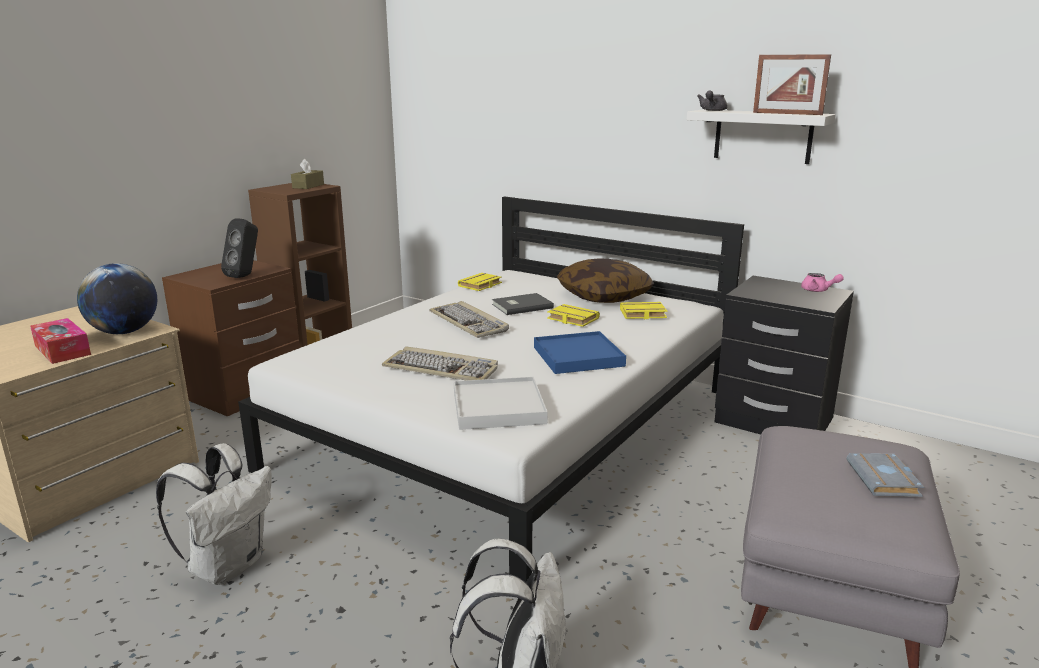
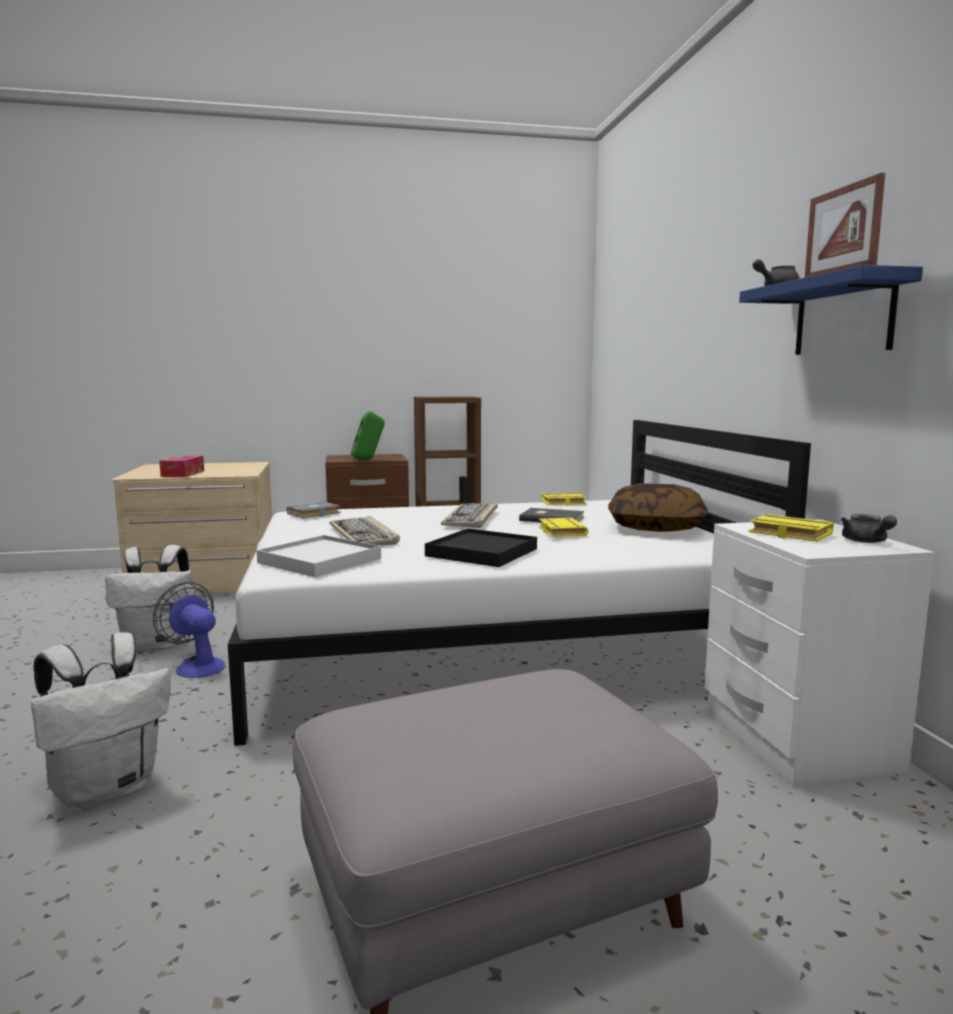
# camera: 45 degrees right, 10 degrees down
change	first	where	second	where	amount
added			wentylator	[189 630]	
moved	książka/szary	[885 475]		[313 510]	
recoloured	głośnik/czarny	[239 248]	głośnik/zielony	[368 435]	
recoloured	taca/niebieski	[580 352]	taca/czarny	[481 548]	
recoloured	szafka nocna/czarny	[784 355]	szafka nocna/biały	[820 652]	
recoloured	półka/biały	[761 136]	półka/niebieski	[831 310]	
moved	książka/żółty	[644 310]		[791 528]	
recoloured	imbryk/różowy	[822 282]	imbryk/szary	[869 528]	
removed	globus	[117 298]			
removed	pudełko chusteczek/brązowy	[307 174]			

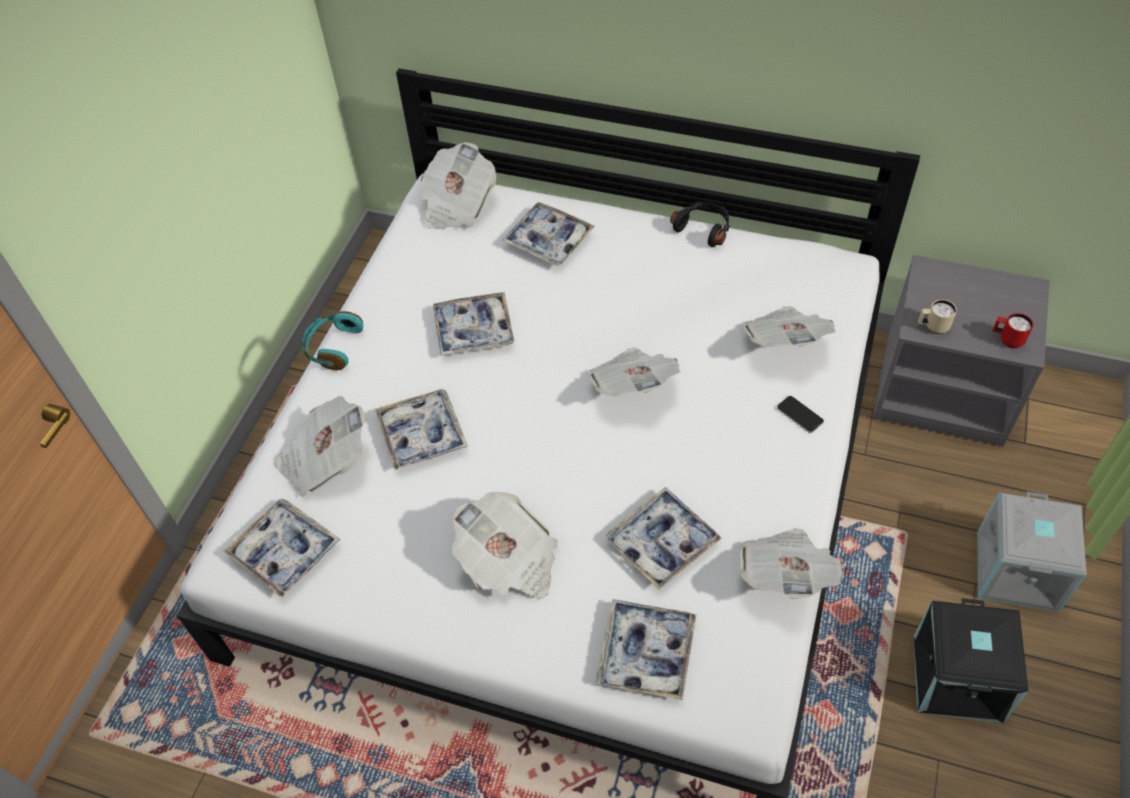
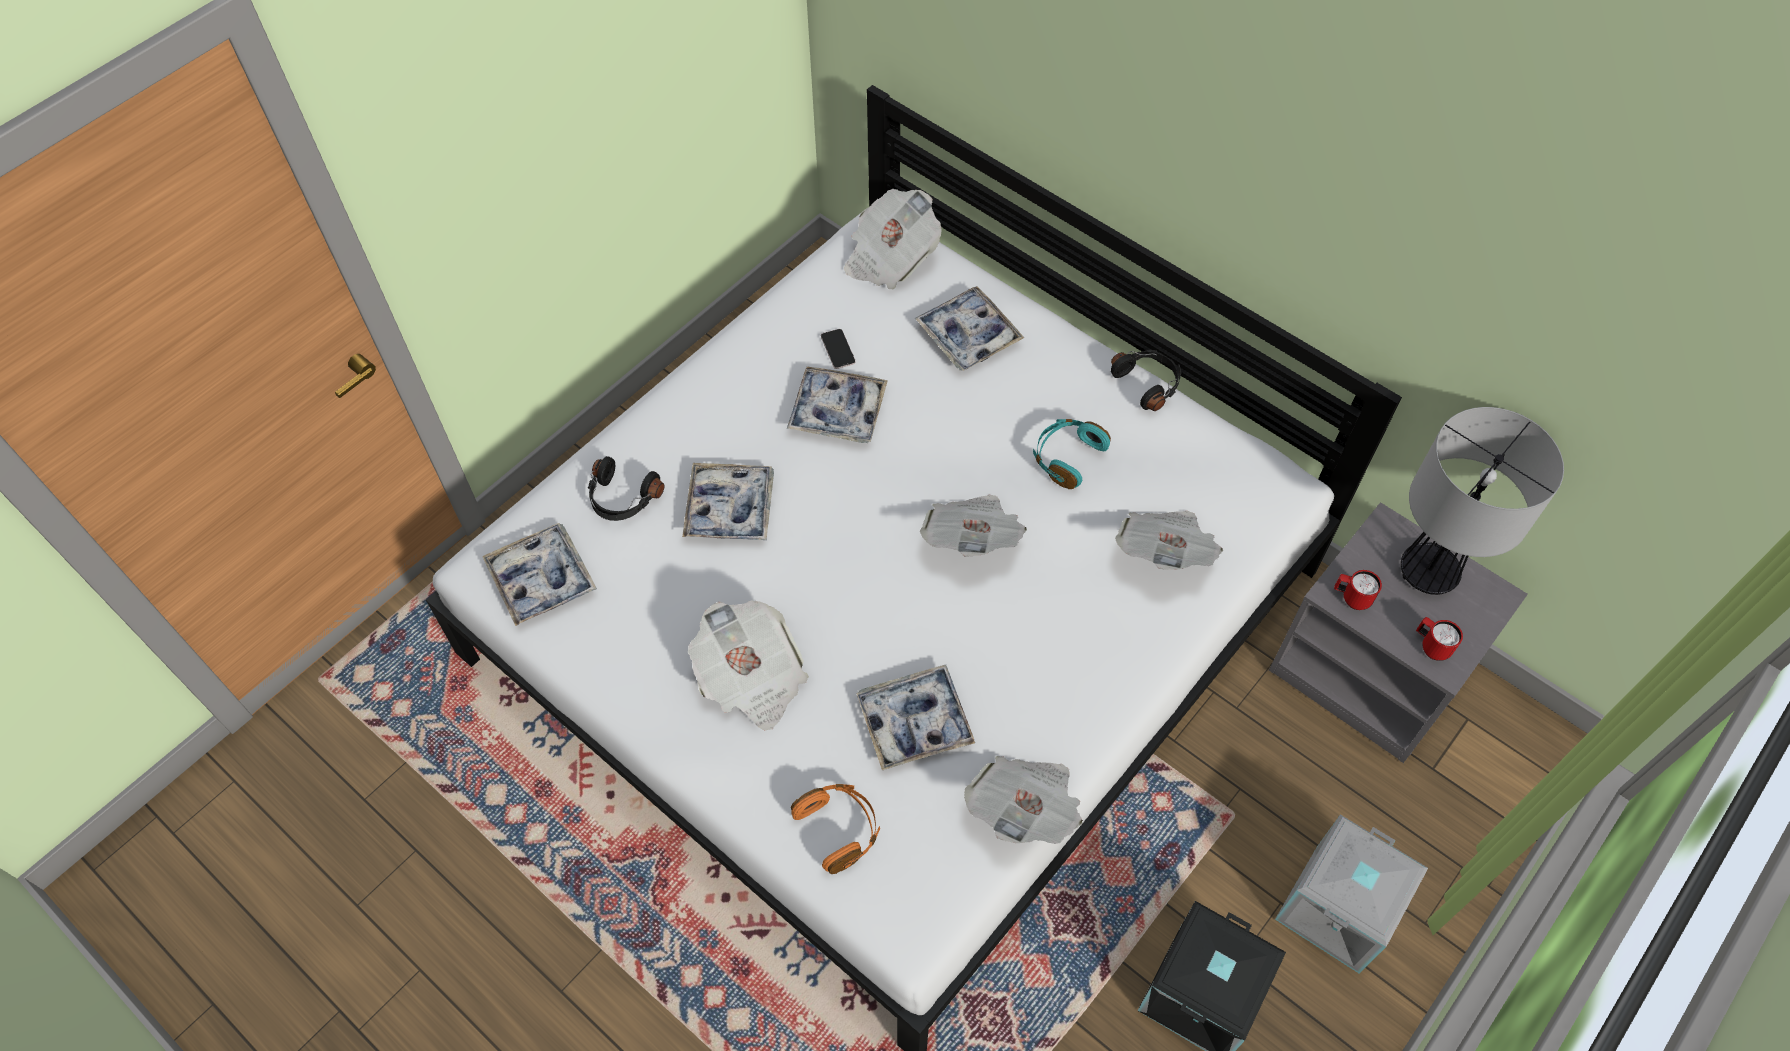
# camera: 20 degrees right, 5 degrees up
change	first	where	second	where	amount
replaced	gazeta	[321 446]	słuchawki/czarny	[626 488]	
replaced	taca	[646 649]	słuchawki/pomarańczowy	[835 829]	
moved	telefon	[800 414]		[838 349]	
moved	słuchawki/turkusowy	[332 340]		[1072 454]	
recoloured	kubek/beżowy	[937 316]	kubek/czerwony	[1358 590]	
added			lampa stołowa	[1482 501]	

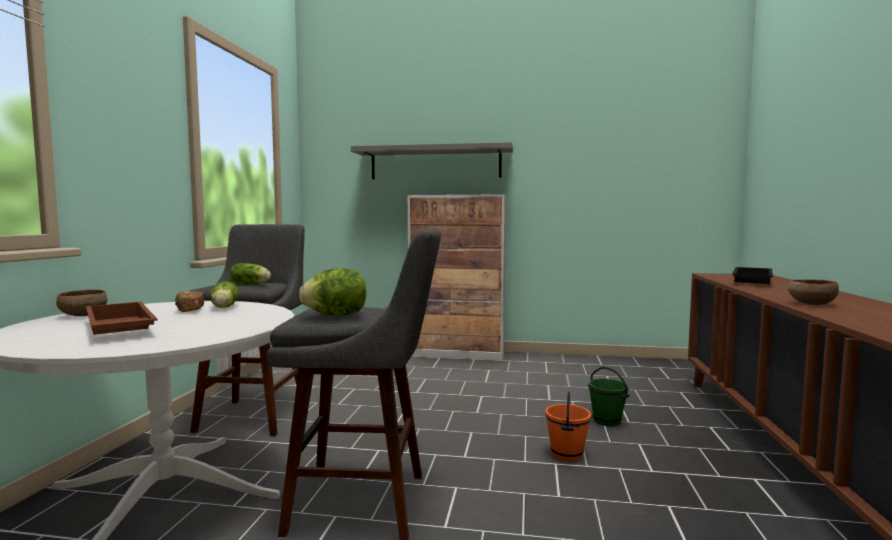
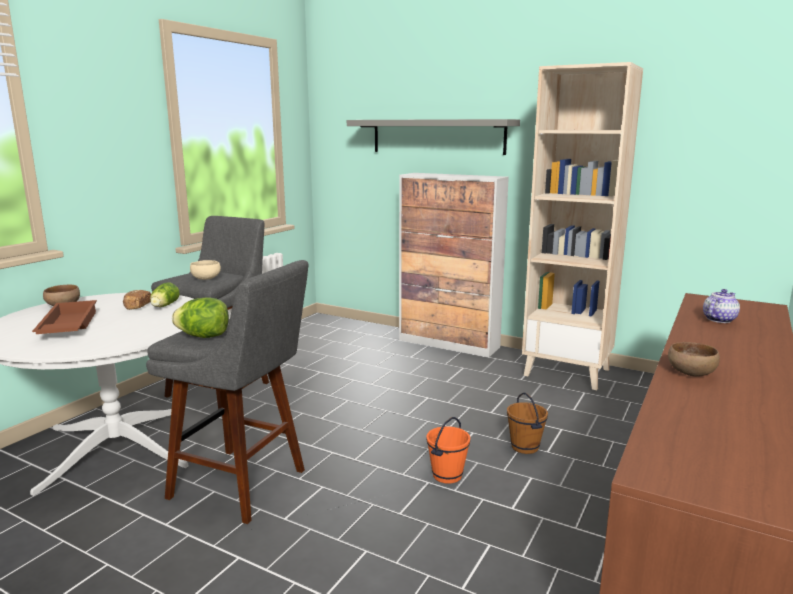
# camera: 20 degrees right, 10 degrees up
change	first	where	second	where	amount
replaced	sałata	[250 274]	miska/beżowy	[205 270]	
recoloured	wiadro/zielony	[609 396]	wiadro/brązowy	[527 423]	
added			regał/beżowy	[582 226]	
replaced	taca/czarny	[752 275]	imbryk	[721 306]	

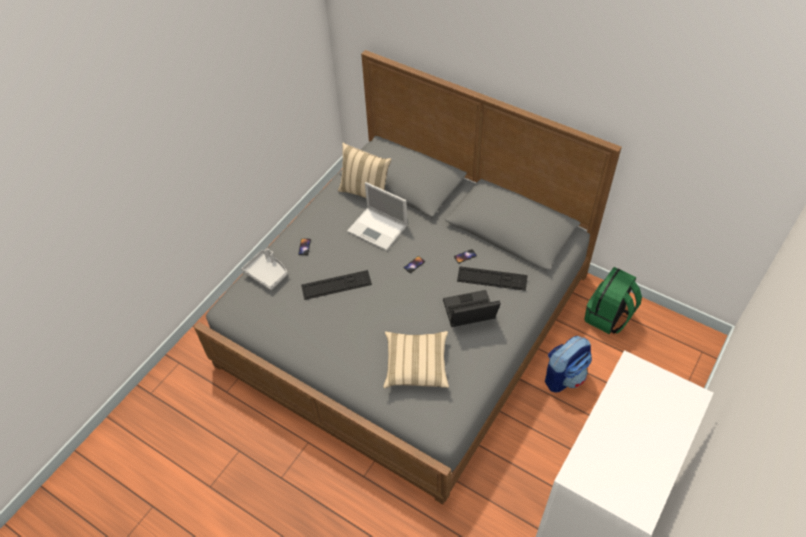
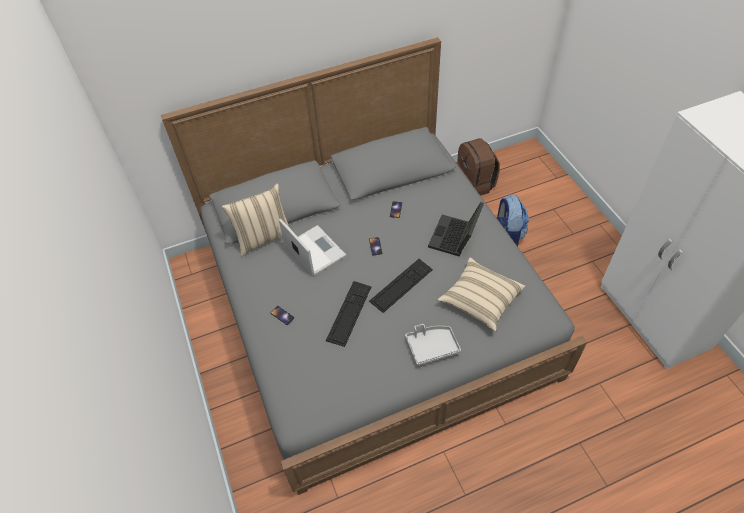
# camera: 55 degrees left, 0 degrees up
change	first	where	second	where	amount
turned	laptop	[377 216]		[312 247]	105 degrees counterclockwise
moved	klawiatura	[492 278]		[401 286]	
moved	taca/szary	[264 269]		[433 345]	
recoloured	plecak/zielony	[613 300]	plecak/brązowy	[477 167]	

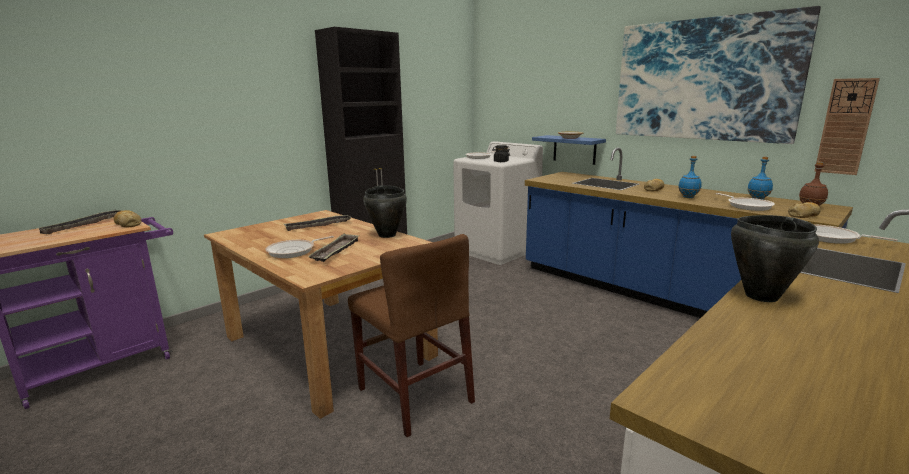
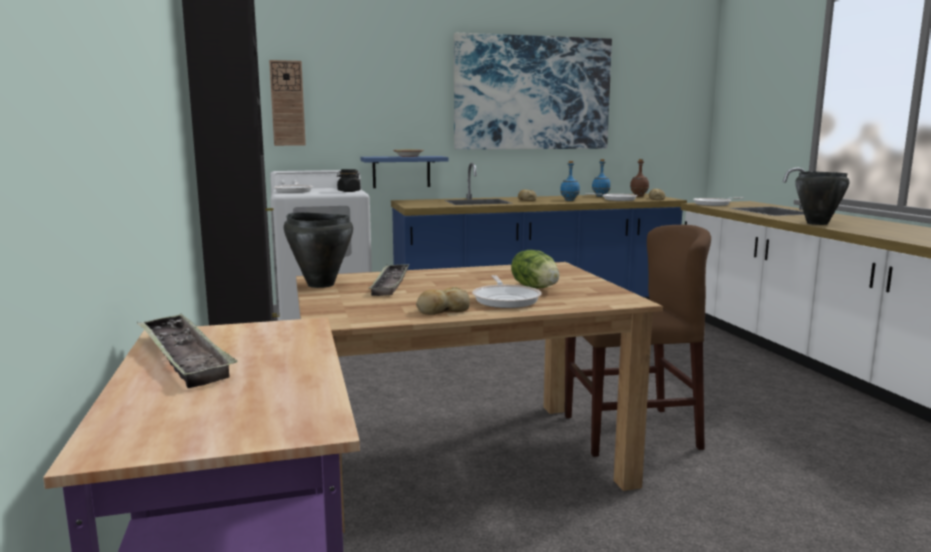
# camera: 60 degrees left, 5 degrees down
change	first	where	second	where	amount
moved	zegar ścienny	[847 126]		[287 103]	
moved	garnek/czarny	[385 211]		[318 250]	
moved	chleb	[128 218]		[443 301]	
replaced	taca	[333 247]	sałata	[535 269]	

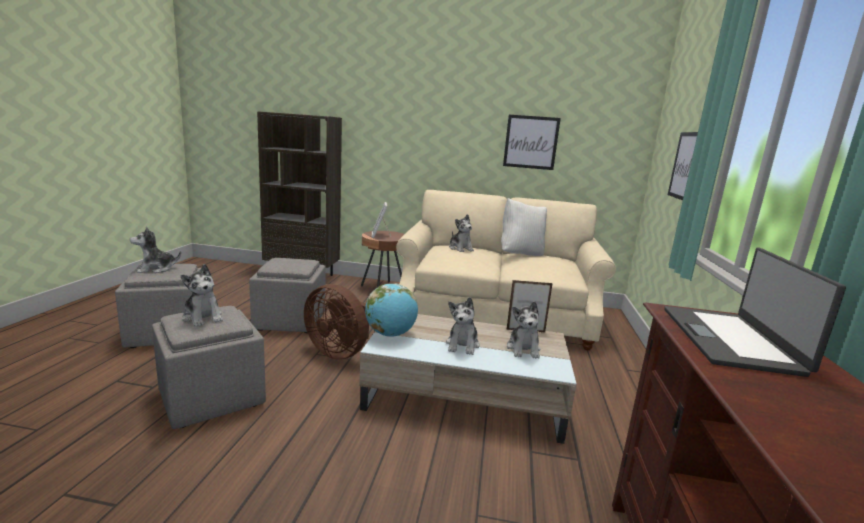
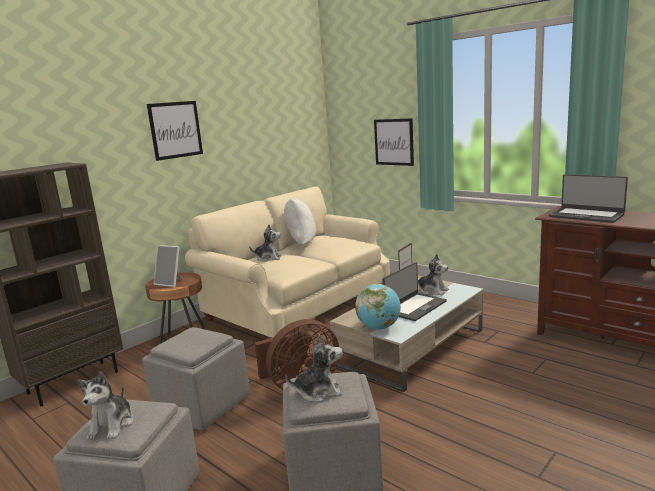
# camera: 55 degrees left, 0 degrees up
change	first	where	second	where	amount
moved	obraz	[532 142]		[175 131]	
replaced	pluszak	[463 326]	laptop	[414 291]	

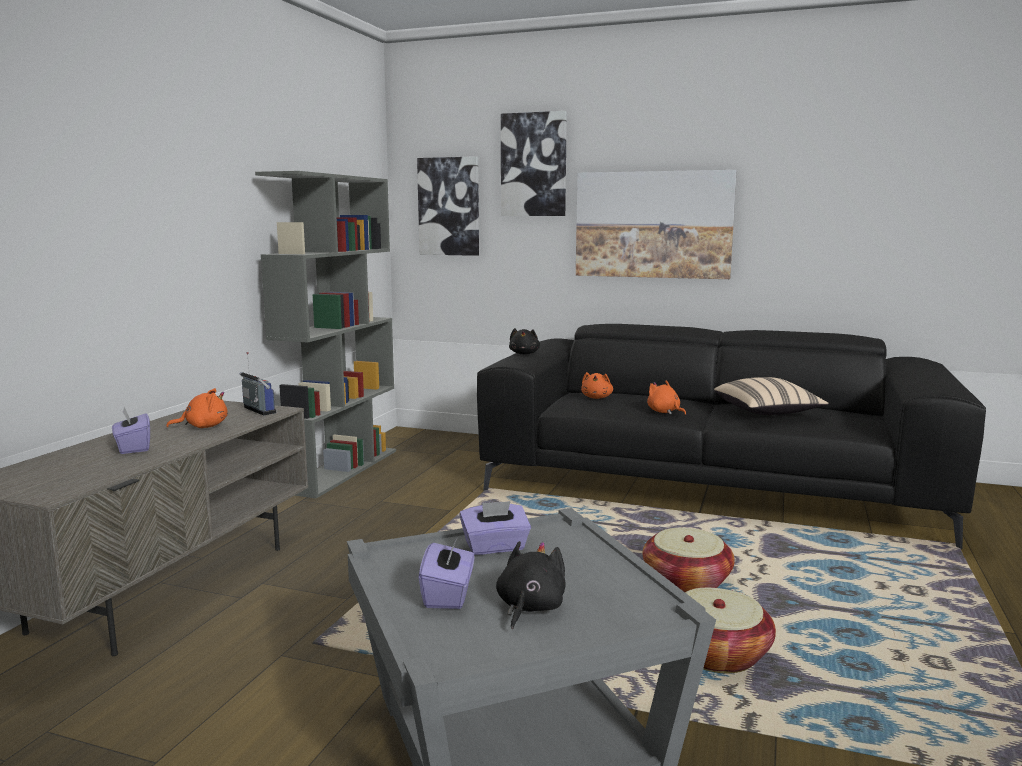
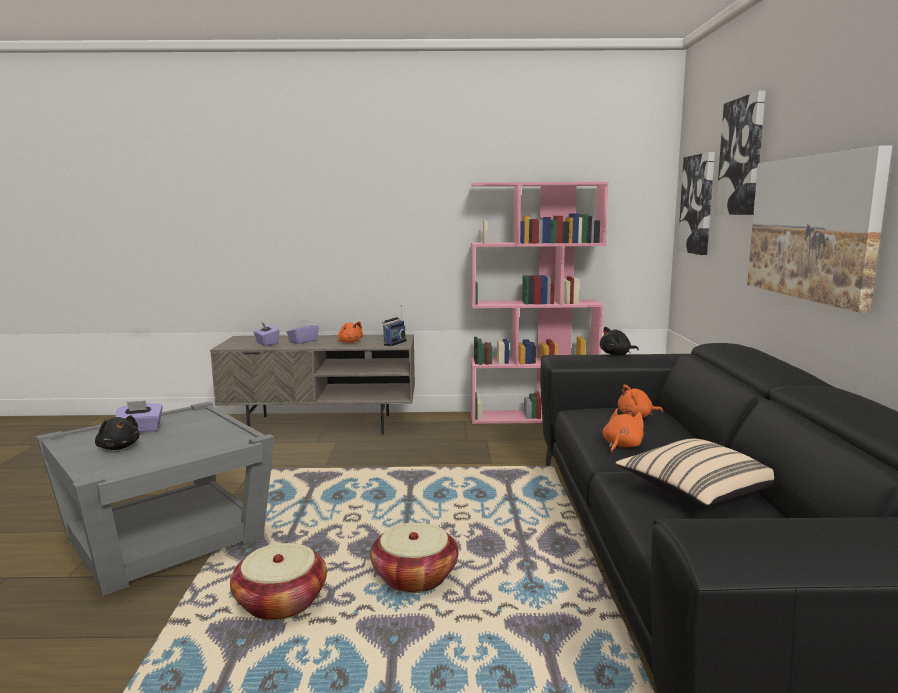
# camera: 70 degrees right, 0 degrees up
change	first	where	second	where	amount
turned	pluszak/czarny	[531 585]		[117 432]	45 degrees clockwise
moved	pudełko chusteczek/fioletowy	[495 528]		[267 334]	
recoloured	regał/szary	[325 334]	regał/różowy	[540 303]	

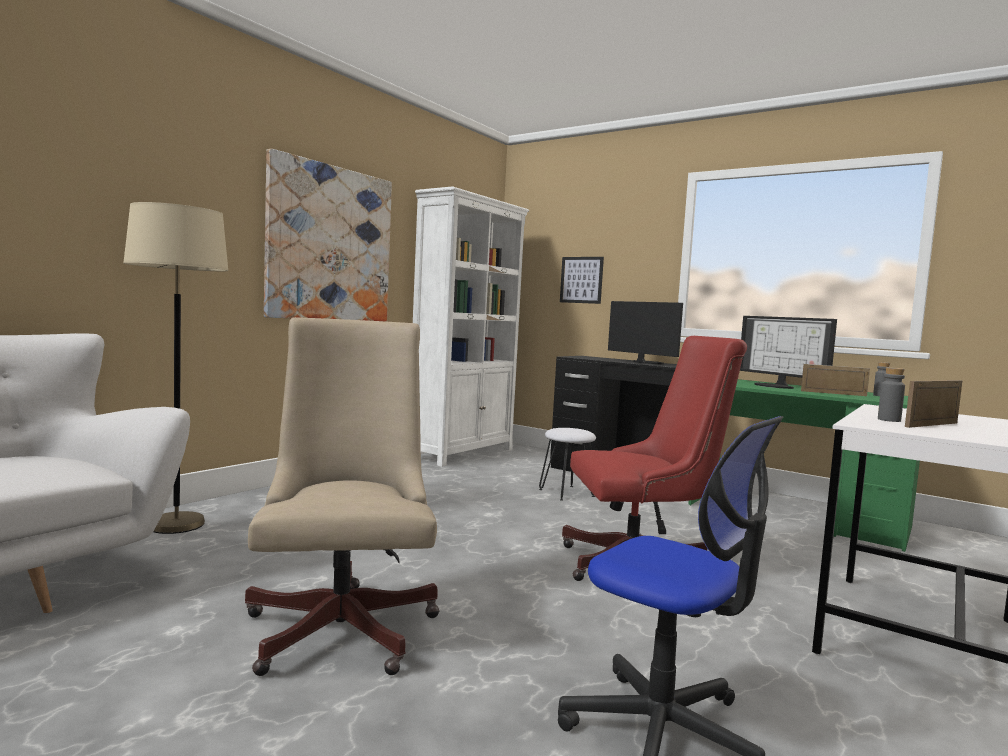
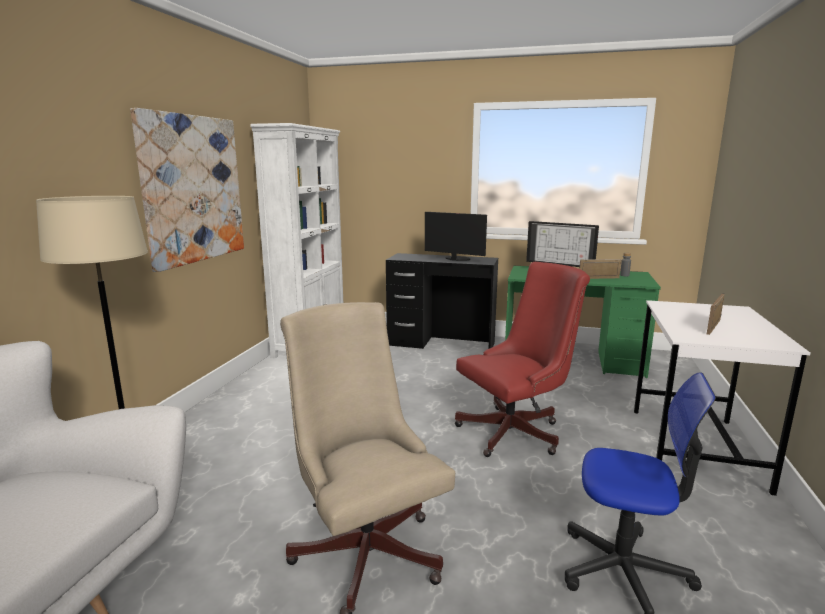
# camera: 20 degrees left, 10 degrees up
change	first	where	second	where	amount
removed	stołek/biały	[567 464]			
removed	obraz	[582 280]			
removed	butelka/szary	[891 394]			

